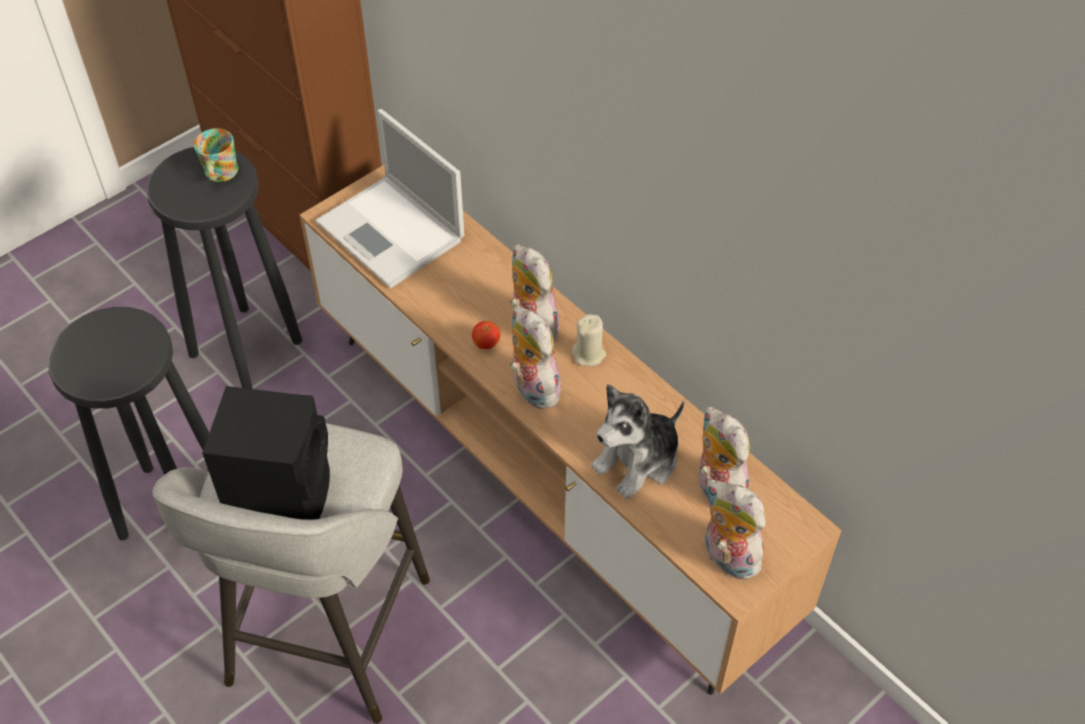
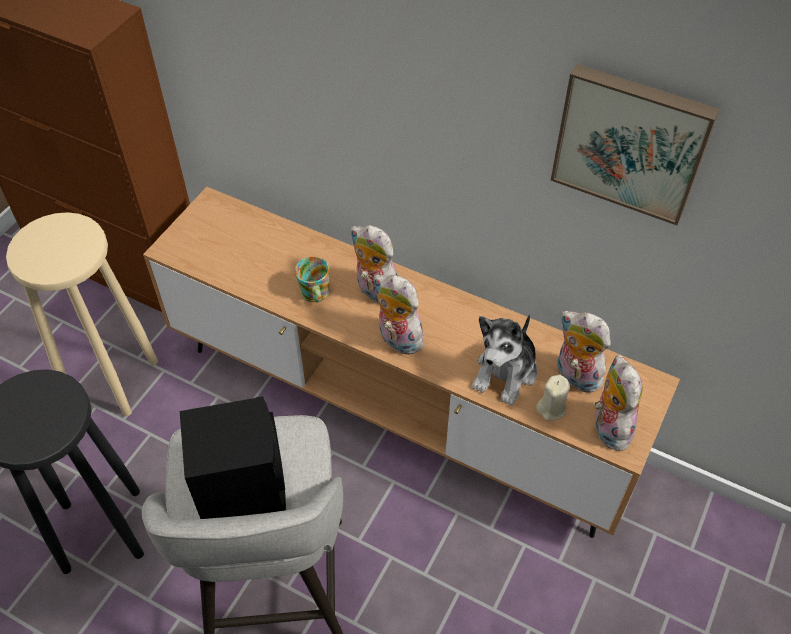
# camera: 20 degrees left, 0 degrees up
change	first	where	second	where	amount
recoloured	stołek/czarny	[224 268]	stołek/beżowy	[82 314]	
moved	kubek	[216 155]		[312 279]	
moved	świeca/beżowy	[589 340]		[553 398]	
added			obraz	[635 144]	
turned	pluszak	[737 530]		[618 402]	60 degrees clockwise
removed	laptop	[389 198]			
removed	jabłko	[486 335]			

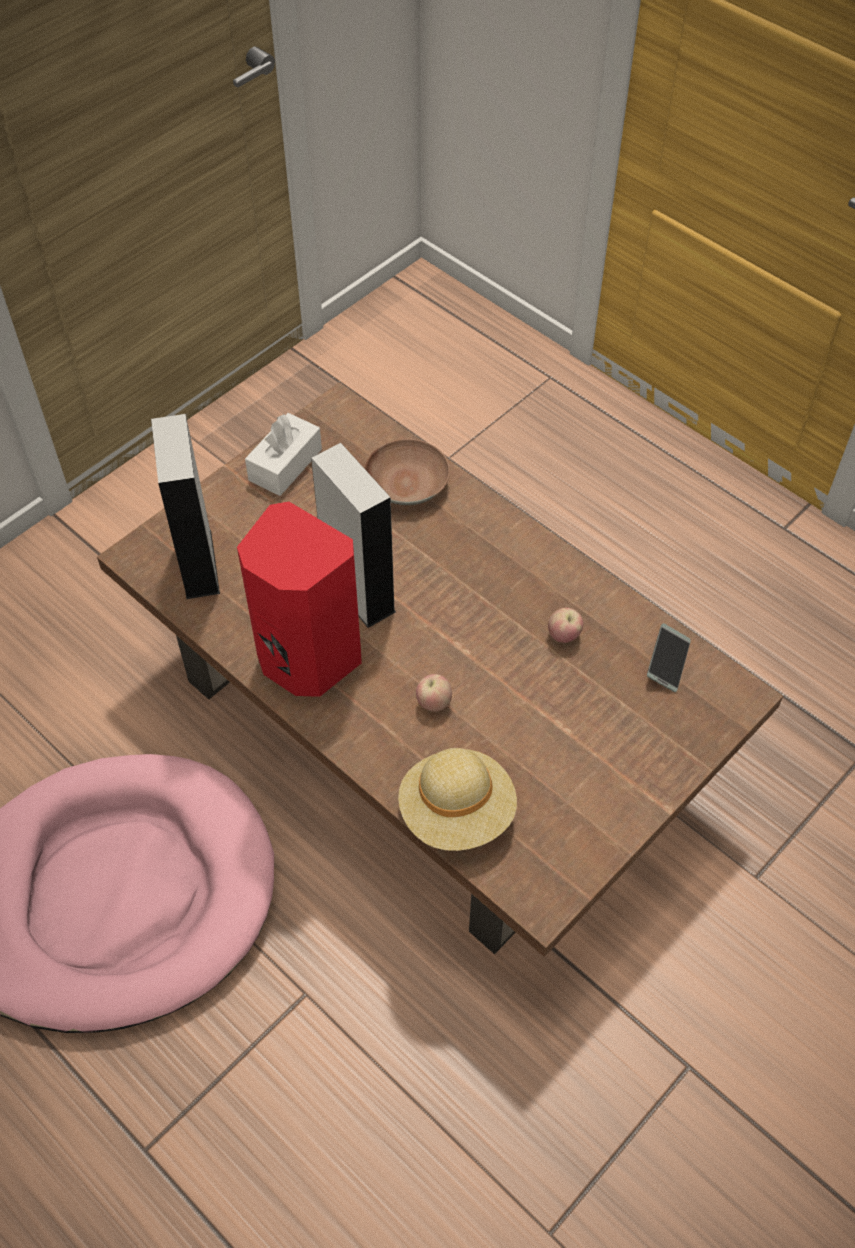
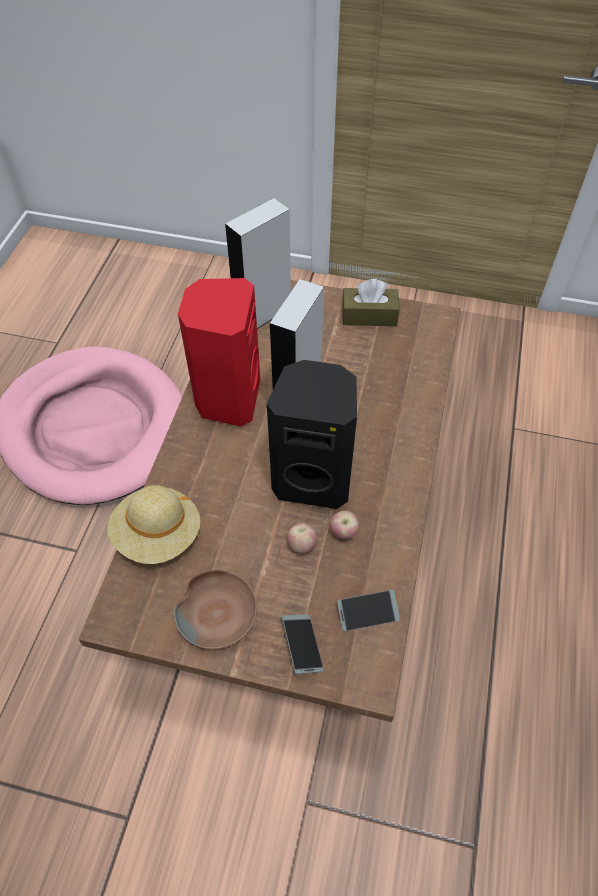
# camera: 60 degrees right, 0 degrees up
change	first	where	second	where	amount
moved	miska/brązowy	[407 472]		[215 609]	
added			głośnik/czarny	[312 434]	
added			telefon	[303 644]	
moved	jabłko	[434 693]		[302 538]	
recoloured	pudełko chusteczek/biały	[283 454]	pudełko chusteczek/brązowy	[371 302]	

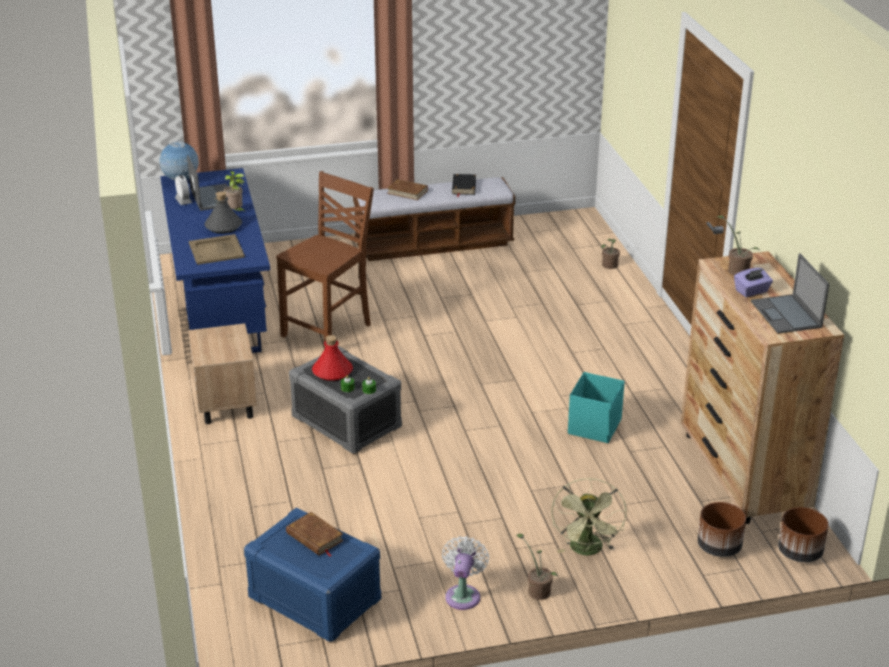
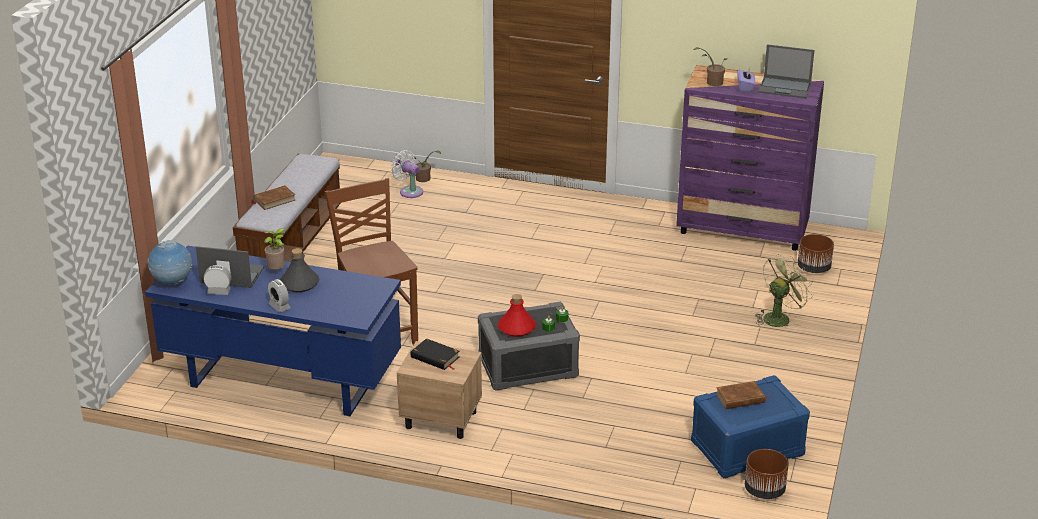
# camera: 60 degrees left, 0 degrees up
change	first	where	second	where	amount
added			budzik	[279 296]	
moved	wentylator/biały	[465 573]		[407 174]	
moved	książka/czarny	[464 185]		[435 354]	
recoloured	komoda/brązowy	[762 387]	komoda/fioletowy	[750 158]	
moved	donica/brązowy	[803 534]		[767 474]	
turned	wentylator/zielony	[588 516]		[784 290]	75 degrees counterclockwise
removed	taca/beżowy	[217 249]			
removed	roślina doniczkowa	[537 567]			
removed	pojemnik do przechowywania/turkusowy	[596 407]			

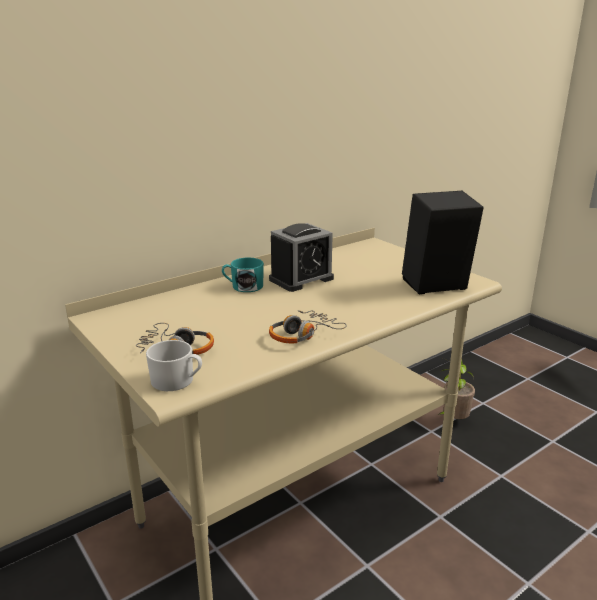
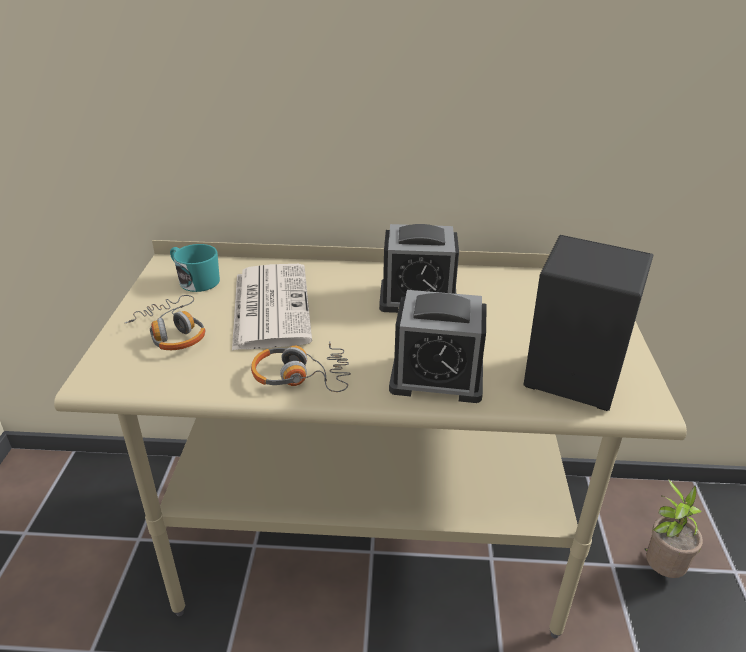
# camera: 40 degrees right, 10 degrees up
change	first	where	second	where	amount
moved	kubek/turkusowy	[243 275]		[195 268]	
added			gazeta	[272 307]	
added			budzik	[437 346]	
removed	kubek/biały	[174 365]			

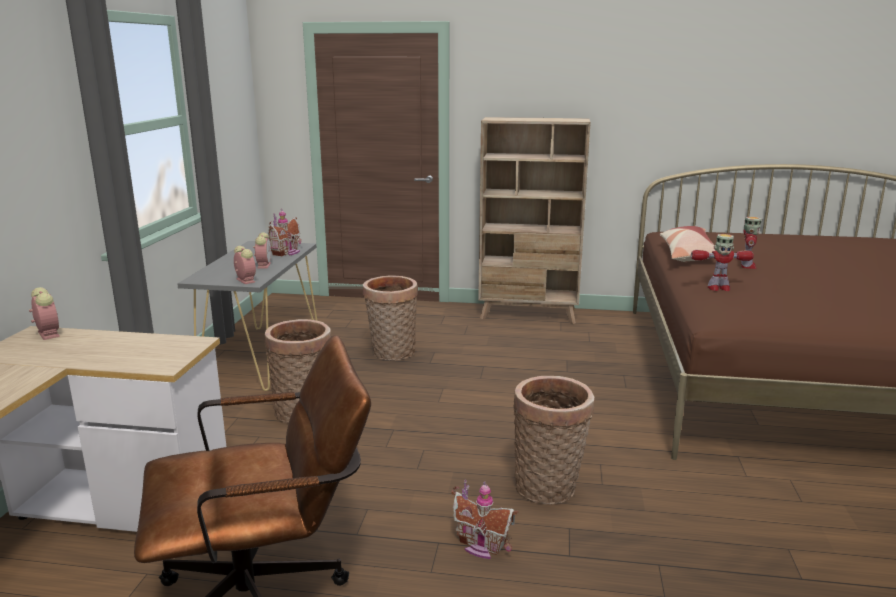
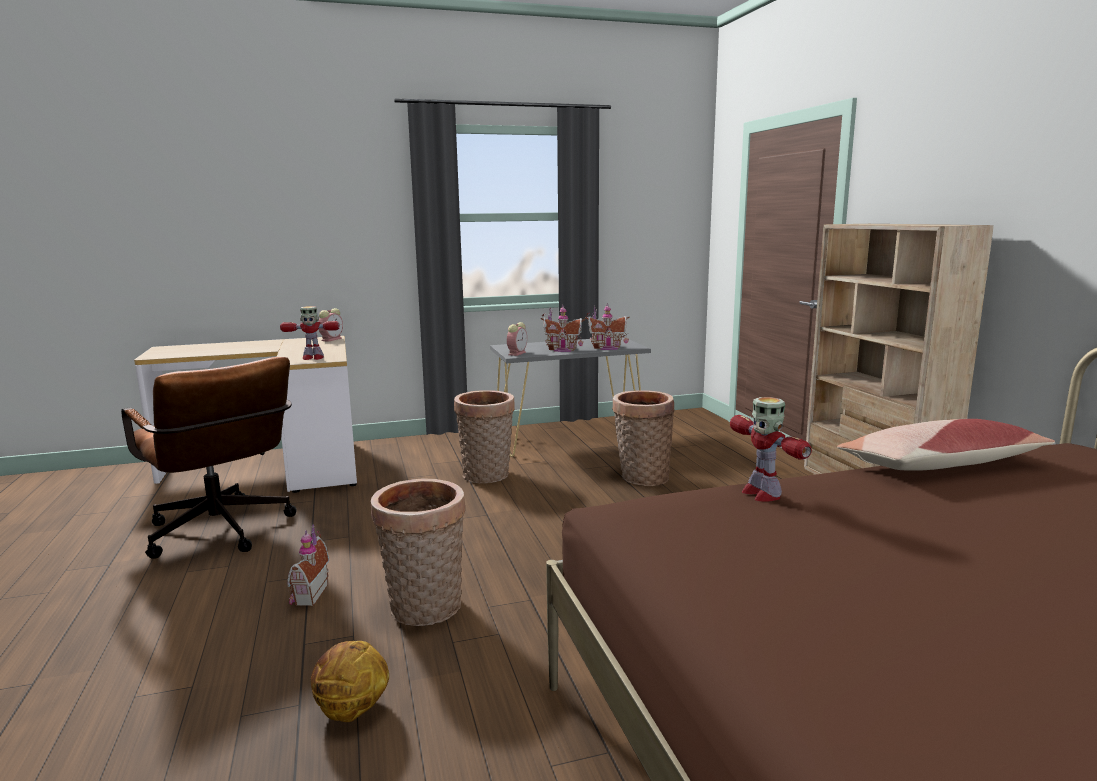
# camera: 65 degrees right, 5 degrees down
change	first	where	second	where	amount
moved	robot zabawkowy	[751 243]		[310 333]	
added			piłka do koszykówki	[350 681]	
replaced	budzik	[262 250]	domek	[563 329]	

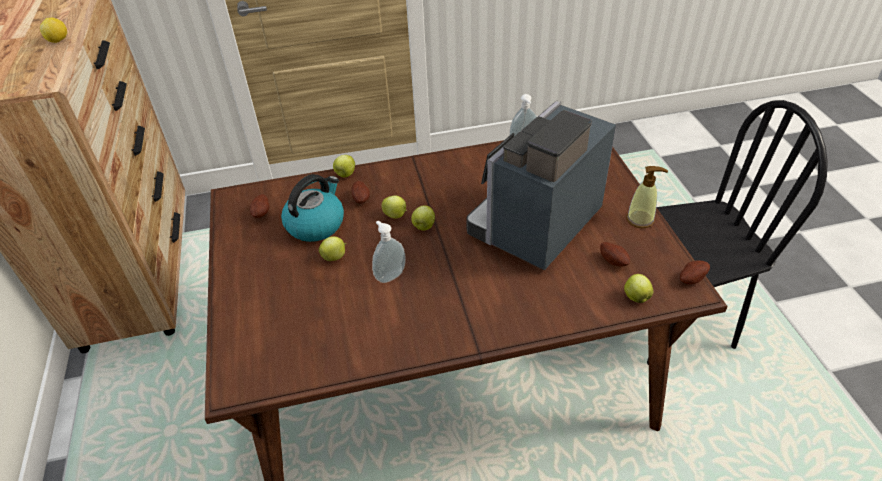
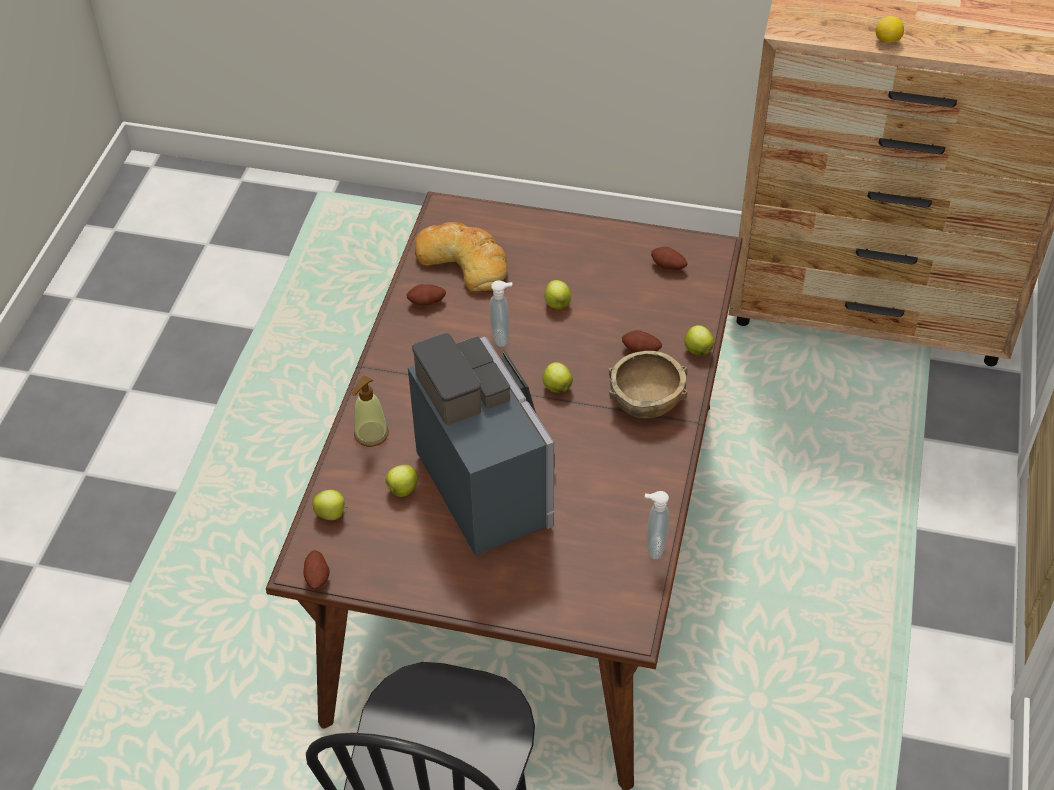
# camera: 115 degrees right, 5 degrees up
change	first	where	second	where	amount
moved	dozownik mydła	[647 197]		[370 411]	
moved	jabłko	[394 207]		[401 481]	
moved	ziemniak	[615 254]		[426 295]	
added			chleb	[461 257]	
added			miska/brązowy	[648 384]	
removed	czajnik	[312 208]			

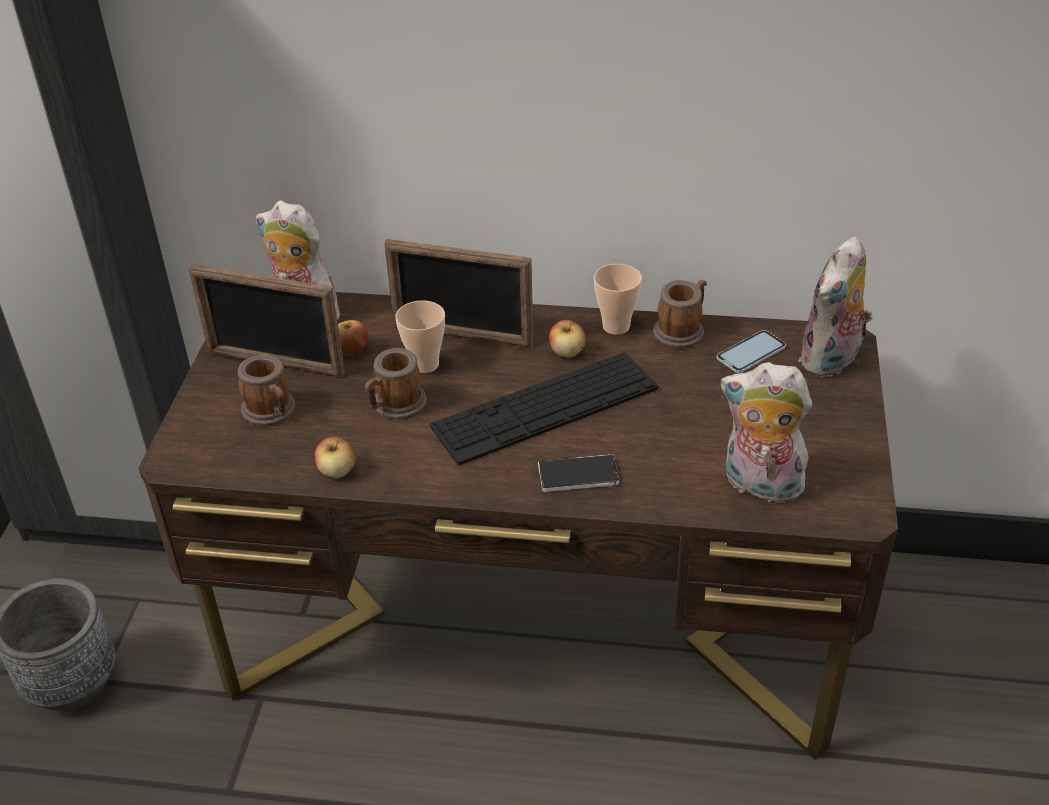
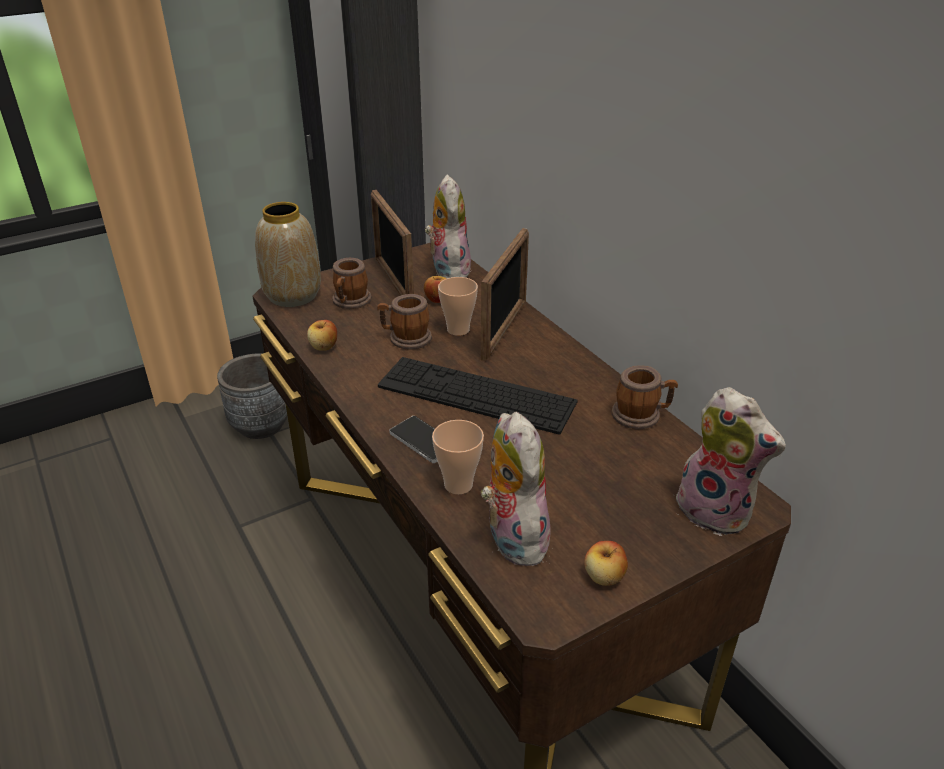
# camera: 50 degrees right, 5 degrees down
change	first	where	second	where	amount
added			wazon	[288 254]	
moved	filiżanka	[618 299]		[458 457]	
turned	ramka na zdjęcie	[458 293]		[505 294]	135 degrees counterclockwise
moved	jabłko	[567 339]		[606 563]	
turned	pluszak	[835 307]		[731 461]	135 degrees counterclockwise
removed	telefon	[751 351]			

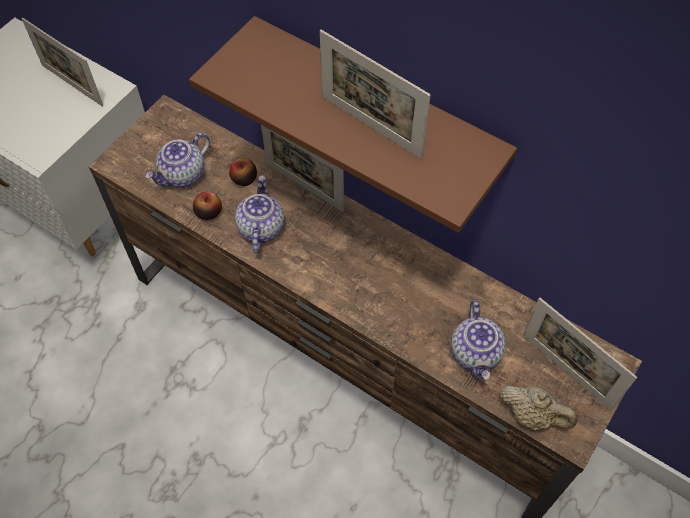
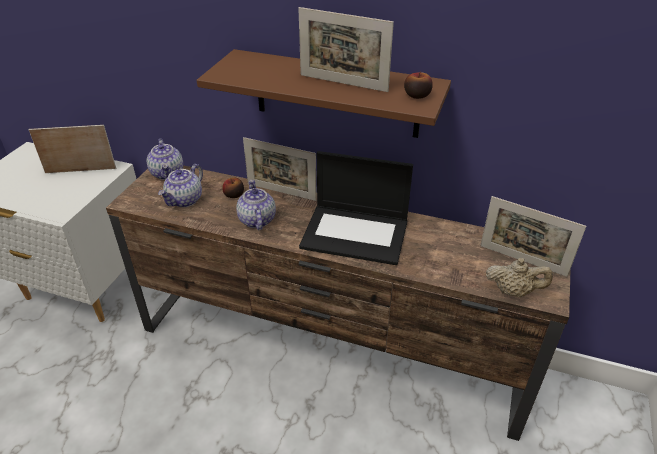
# camera: 15 degrees left, 20 degrees down
change	first	where	second	where	amount
turned	ramka na zdjęcie	[62 62]		[72 149]	150 degrees clockwise
moved	imbryk	[478 340]		[165 159]	
added			laptop	[356 208]	
moved	jabłko	[207 206]		[418 85]	

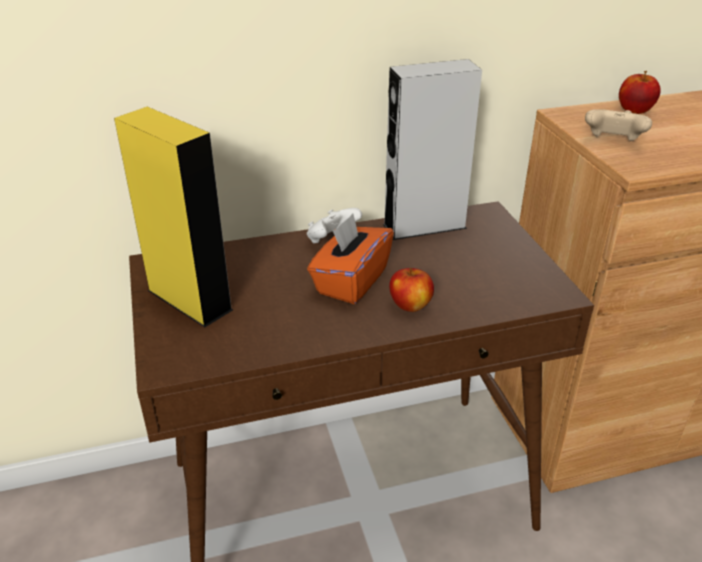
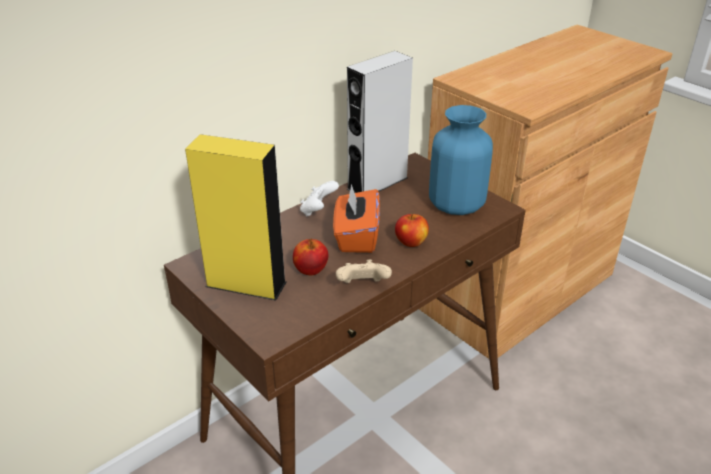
# camera: 25 degrees left, 0 degrees up
change	first	where	second	where	amount
moved	jabłko	[640 92]		[310 256]	
moved	pad do gier/beżowy	[618 125]		[364 271]	
added			wazon/niebieski	[461 160]	

